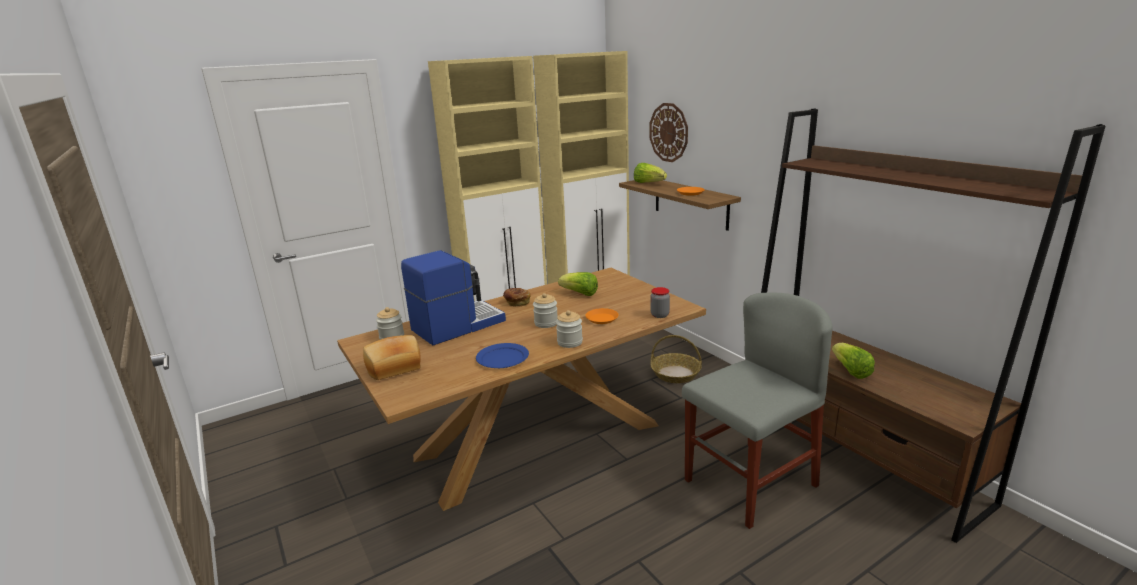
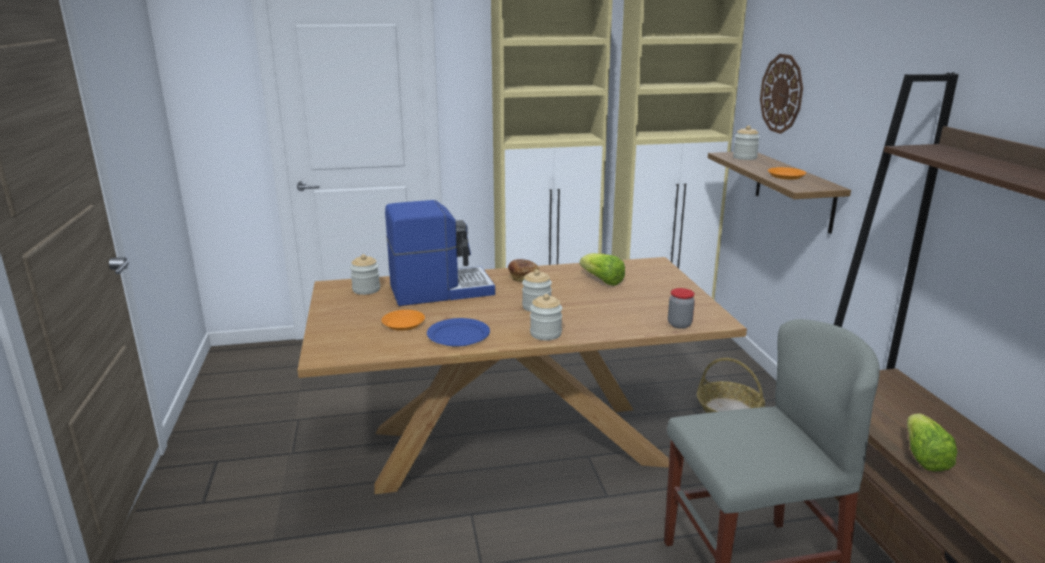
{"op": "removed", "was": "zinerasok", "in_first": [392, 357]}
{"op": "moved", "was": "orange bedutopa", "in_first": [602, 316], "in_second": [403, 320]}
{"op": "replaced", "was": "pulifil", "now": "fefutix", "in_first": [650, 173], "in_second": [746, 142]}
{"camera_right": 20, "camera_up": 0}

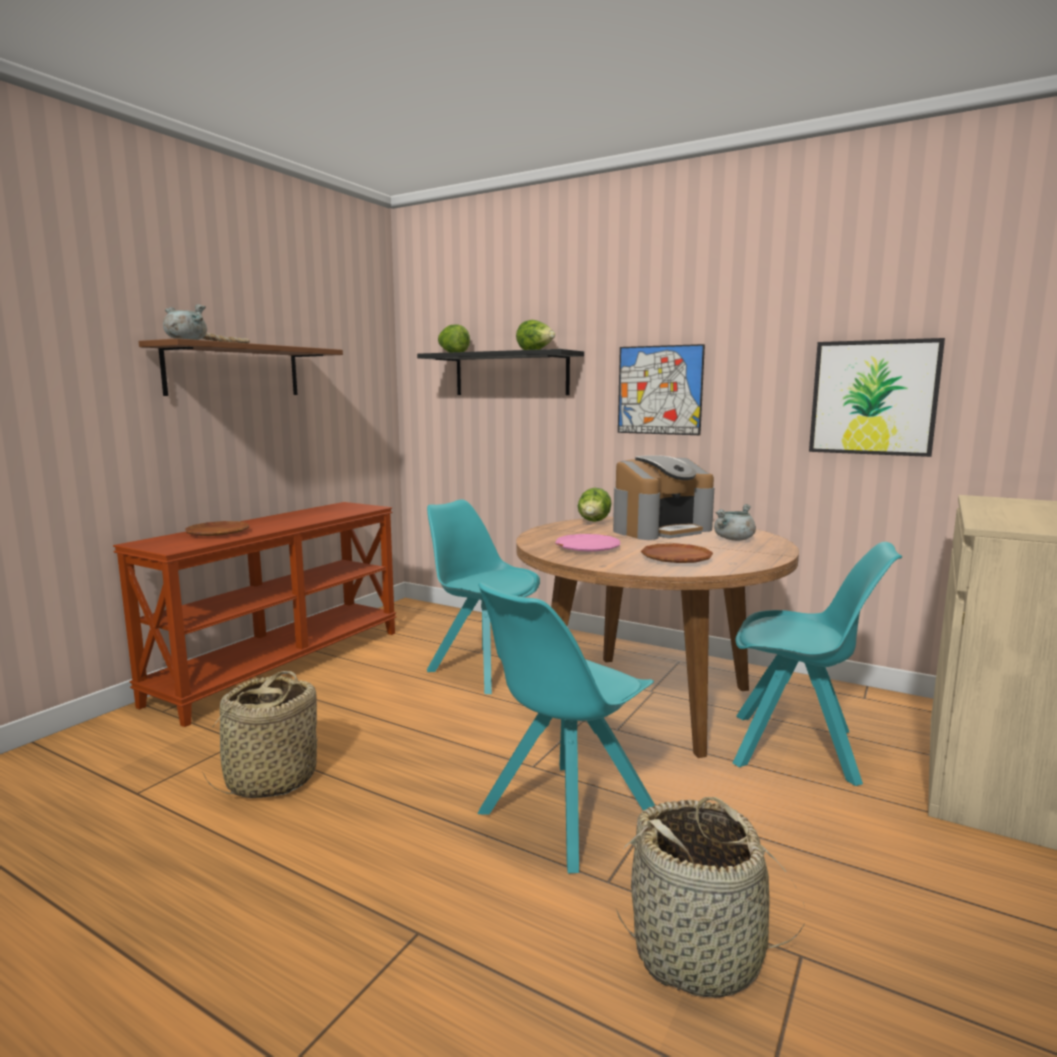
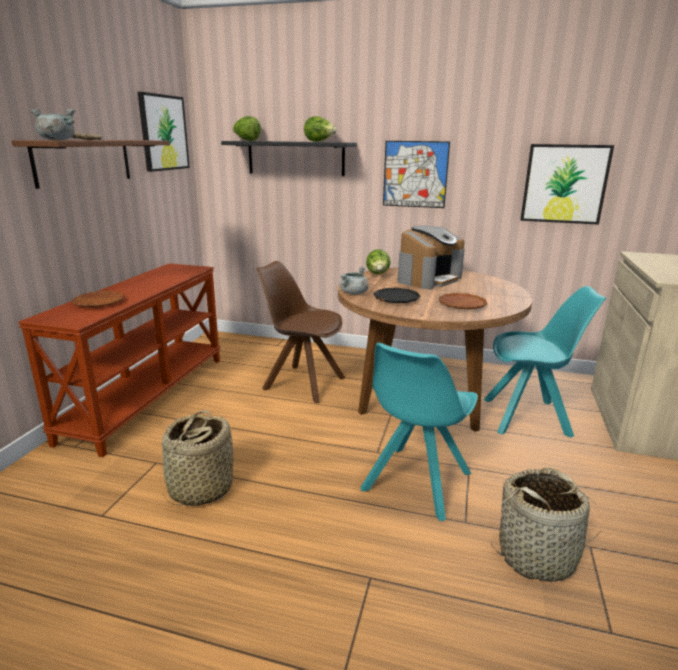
{"op": "recoloured", "was": "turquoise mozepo", "now": "brown mozepo", "in_first": [483, 596], "in_second": [301, 332]}
{"op": "recoloured", "was": "pink bedutopa", "now": "black bedutopa", "in_first": [587, 543], "in_second": [397, 295]}
{"op": "moved", "was": "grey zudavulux", "in_first": [735, 522], "in_second": [354, 281]}
{"op": "added", "now": "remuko", "in_second": [164, 132]}
{"camera_right": -15, "camera_up": 10}

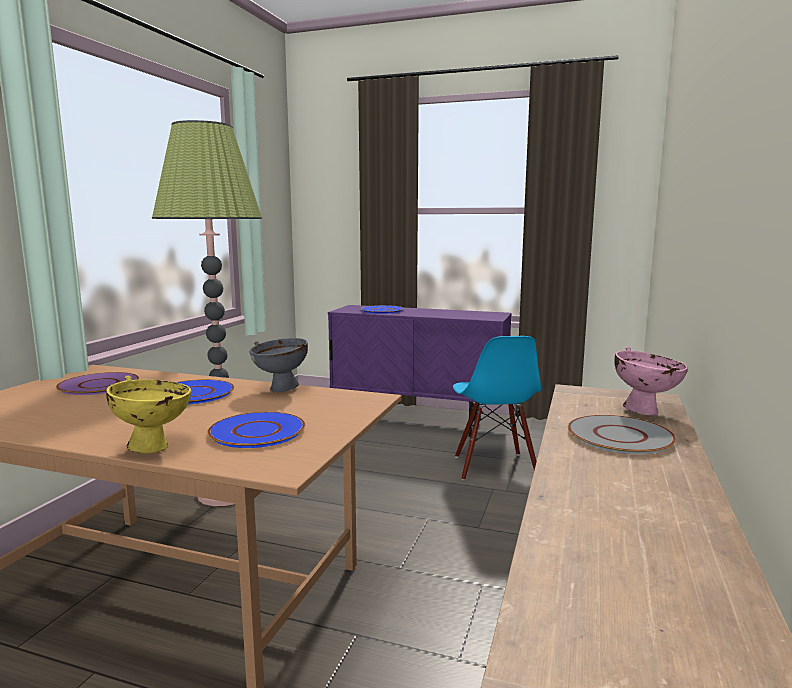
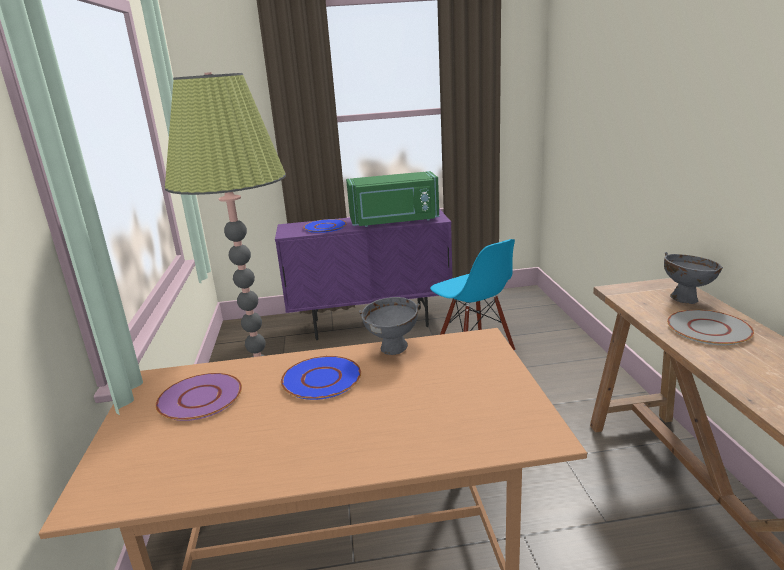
{"op": "removed", "was": "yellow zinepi", "in_first": [149, 414]}
{"op": "removed", "was": "blue bedutopa", "in_first": [256, 430]}
{"op": "recoloured", "was": "pink zinepi", "now": "grey zinepi", "in_first": [651, 380], "in_second": [693, 278]}
{"op": "added", "now": "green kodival", "in_second": [392, 199]}
{"camera_right": -25, "camera_up": 10}

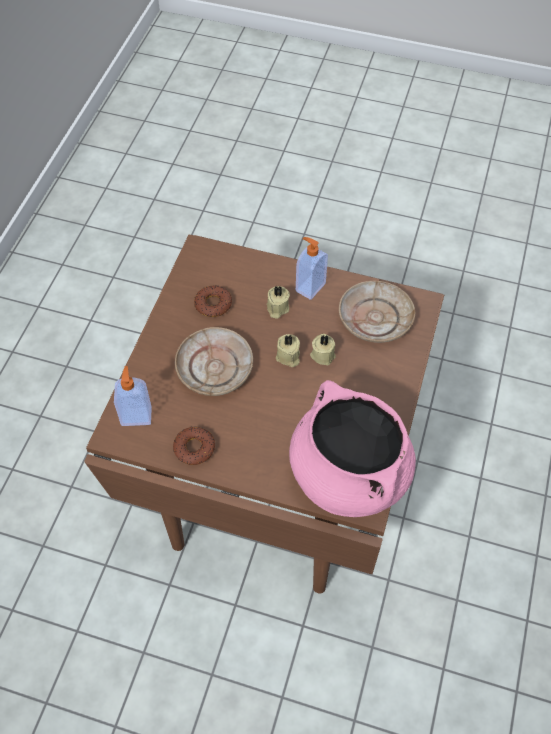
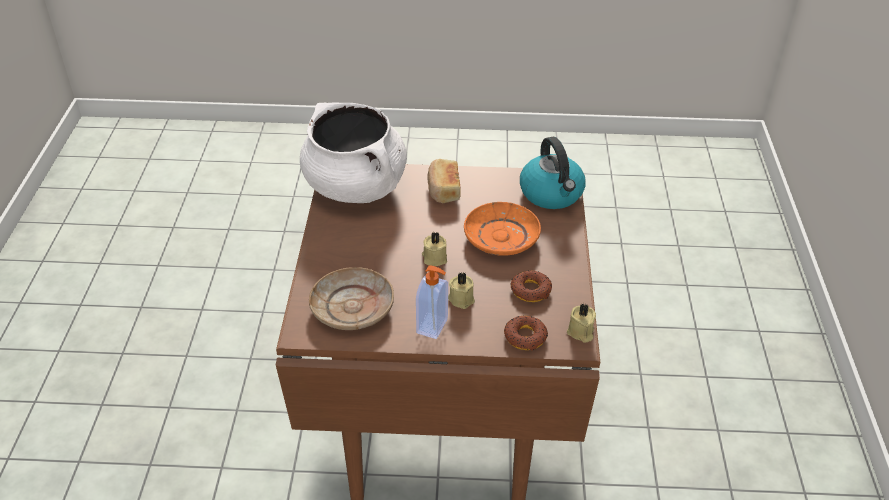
{"op": "replaced", "was": "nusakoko", "now": "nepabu", "in_first": [133, 396], "in_second": [553, 173]}
{"op": "moved", "was": "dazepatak", "in_first": [194, 446], "in_second": [526, 333]}
{"op": "recoloured", "was": "beige bedutopa", "now": "orange bedutopa", "in_first": [214, 361], "in_second": [502, 229]}
{"op": "recoloured", "was": "pink zudavulux", "now": "white zudavulux", "in_first": [352, 448], "in_second": [353, 152]}
{"op": "moved", "was": "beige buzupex", "in_first": [323, 349], "in_second": [581, 323]}
{"op": "added", "now": "zinerasok", "in_second": [444, 181]}
{"camera_right": 165, "camera_up": -15}

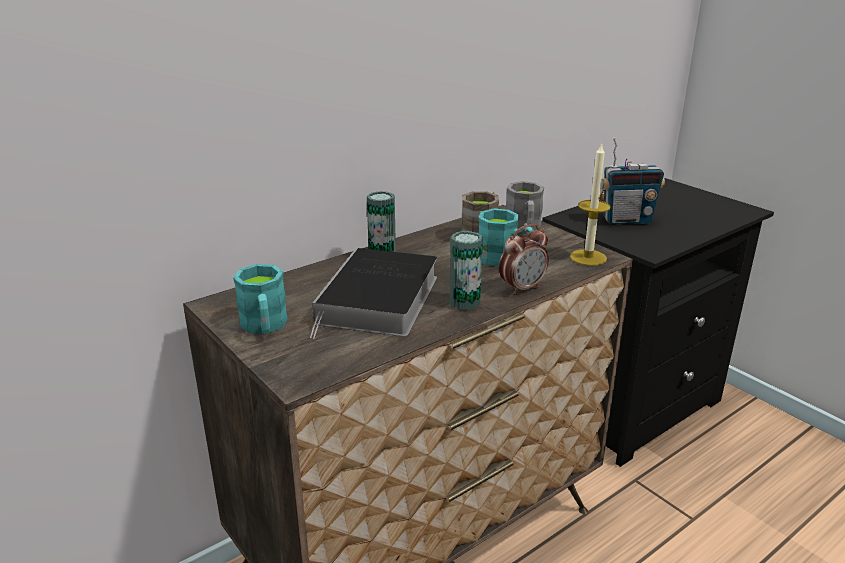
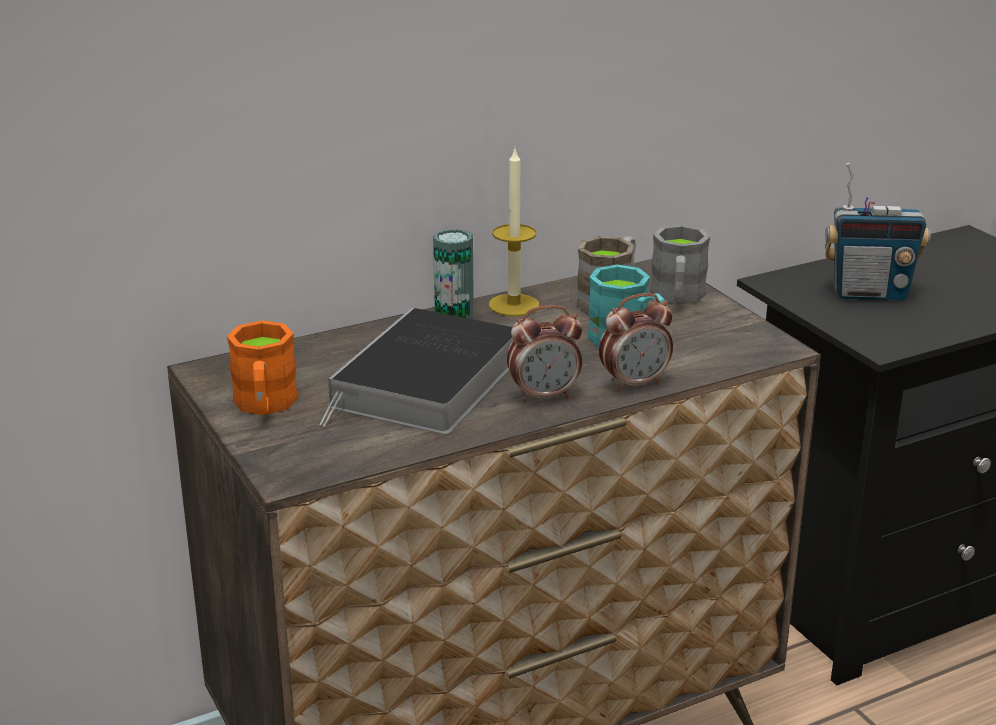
{"op": "recoloured", "was": "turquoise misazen", "now": "orange misazen", "in_first": [260, 299], "in_second": [262, 367]}
{"op": "replaced", "was": "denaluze", "now": "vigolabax", "in_first": [466, 270], "in_second": [544, 354]}
{"op": "moved", "was": "buzupex", "in_first": [590, 204], "in_second": [514, 232]}
{"camera_right": 10, "camera_up": 0}

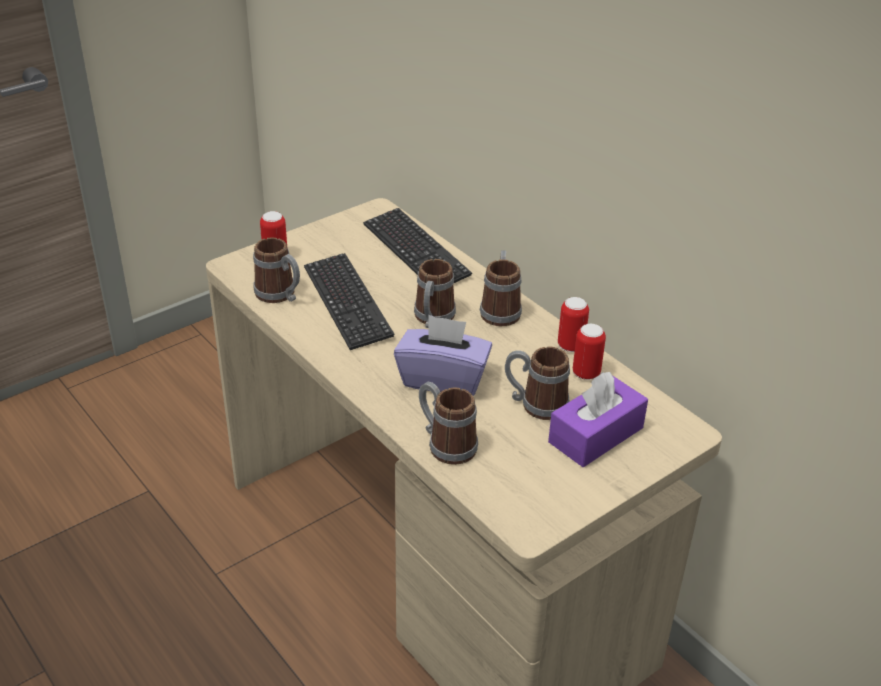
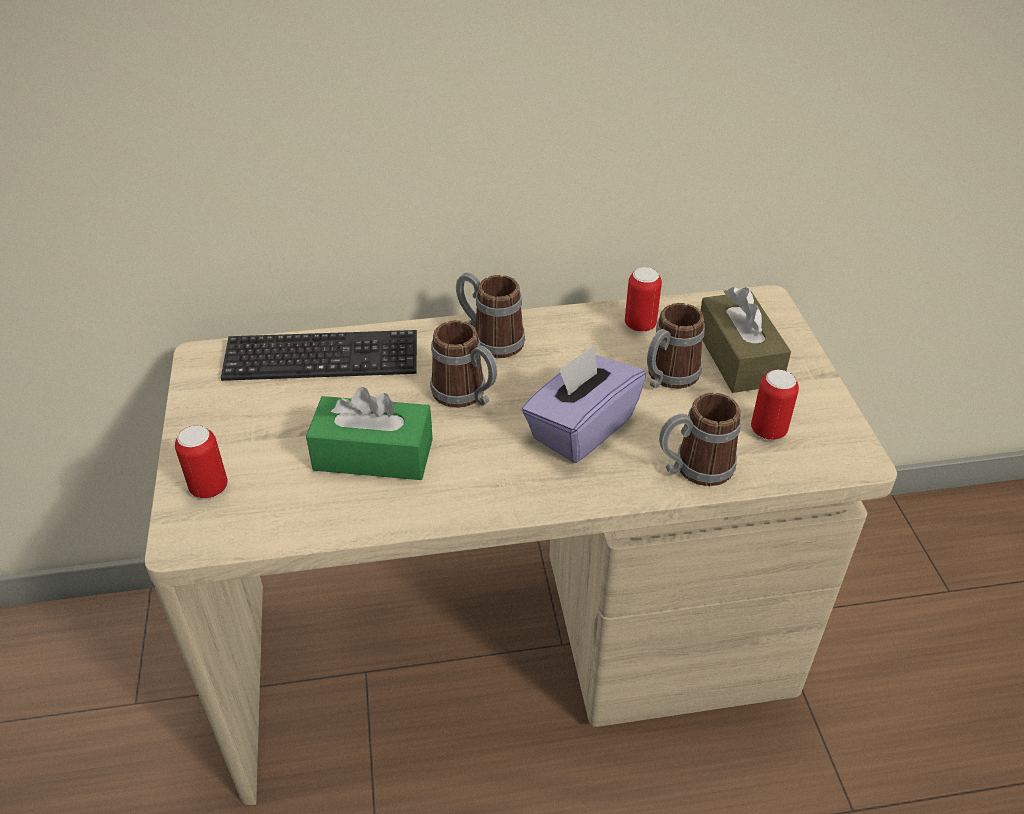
{"op": "removed", "was": "misazen", "in_first": [276, 270]}
{"op": "replaced", "was": "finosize", "now": "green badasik", "in_first": [349, 301], "in_second": [369, 433]}
{"op": "recoloured", "was": "purple badasik", "now": "brown badasik", "in_first": [598, 419], "in_second": [745, 340]}
{"op": "moved", "was": "denaluze", "in_first": [573, 324], "in_second": [775, 405]}
{"camera_right": -60, "camera_up": 5}

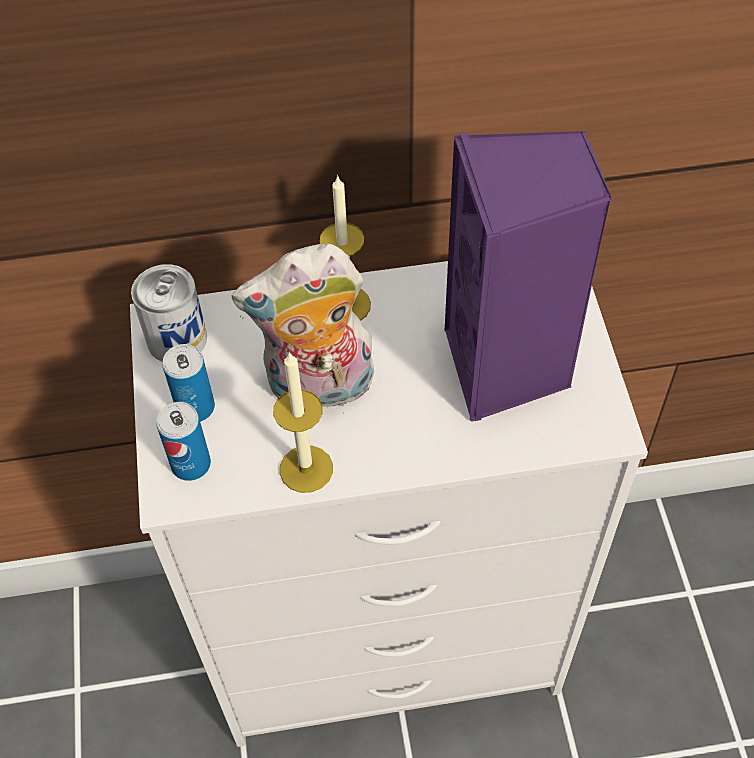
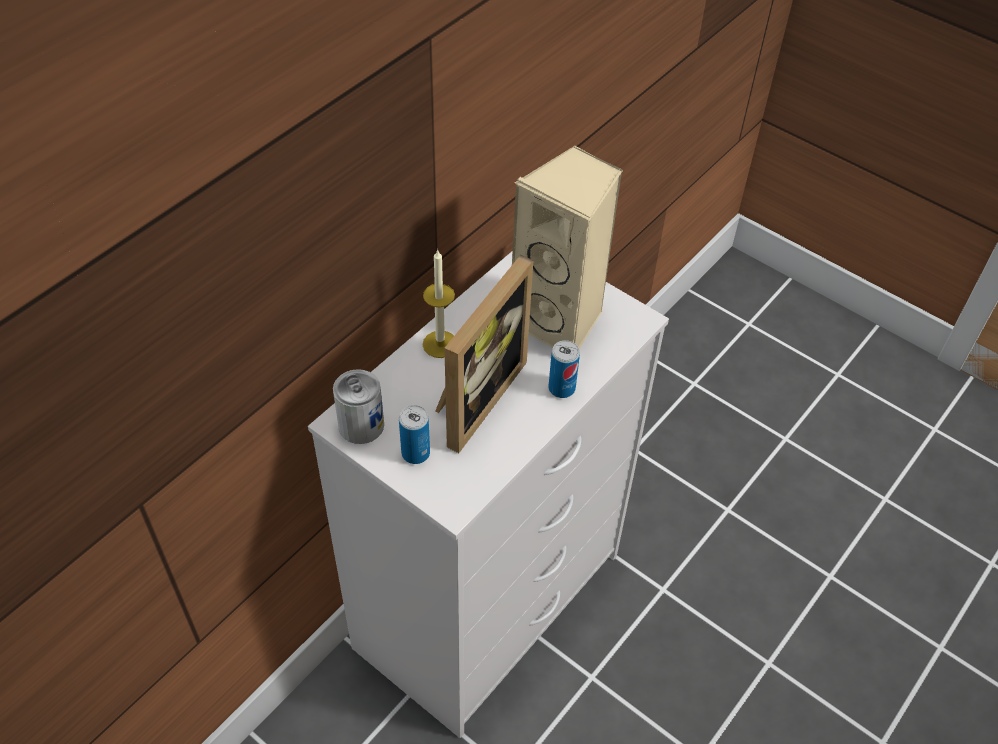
{"op": "moved", "was": "denaluze", "in_first": [183, 441], "in_second": [564, 369]}
{"op": "replaced", "was": "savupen", "now": "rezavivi", "in_first": [303, 328], "in_second": [484, 354]}
{"op": "removed", "was": "buzupex", "in_first": [303, 422]}
{"op": "recoloured", "was": "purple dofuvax", "now": "beige dofuvax", "in_first": [529, 276], "in_second": [567, 247]}
{"camera_right": -45, "camera_up": -5}

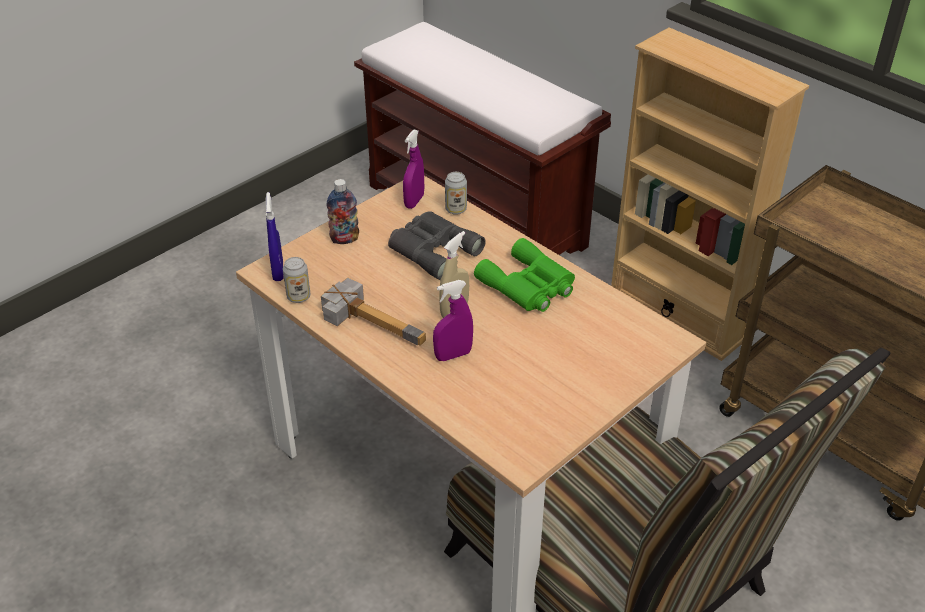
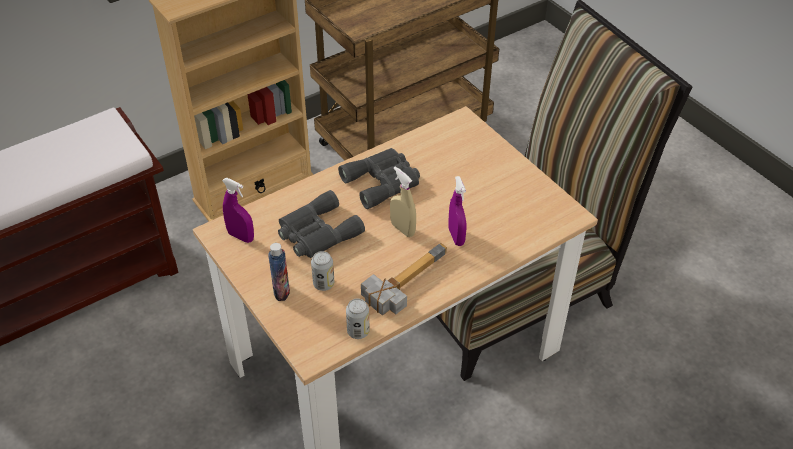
{"op": "removed", "was": "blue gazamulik", "in_first": [275, 236]}
{"op": "moved", "was": "denaluze", "in_first": [456, 193], "in_second": [322, 271]}
{"op": "recoloured", "was": "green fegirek", "now": "grey fegirek", "in_first": [524, 275], "in_second": [379, 178]}
{"camera_right": -80, "camera_up": 5}

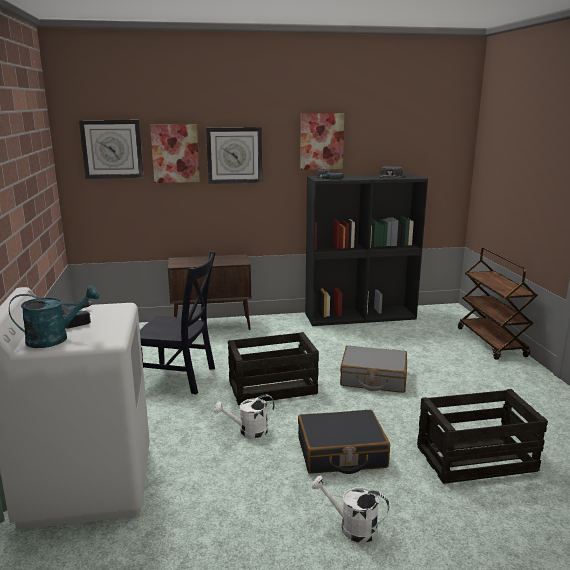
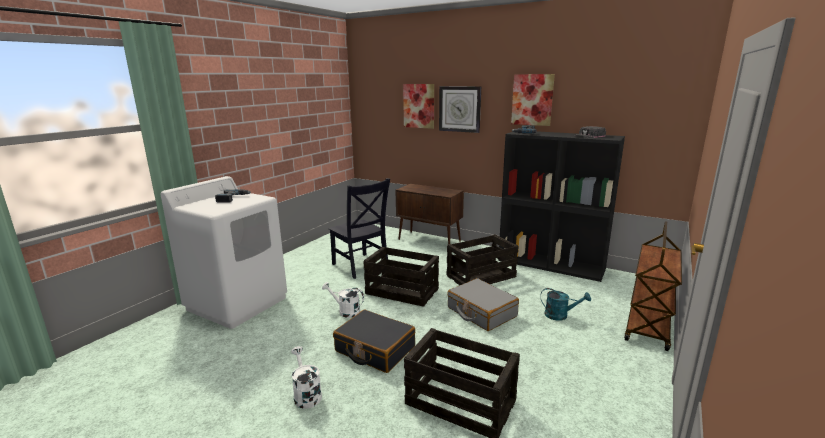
{"op": "moved", "was": "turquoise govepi", "in_first": [54, 316], "in_second": [565, 304]}
{"op": "removed", "was": "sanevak", "in_first": [111, 149]}
{"op": "added", "now": "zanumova", "in_second": [483, 259]}
{"camera_right": 40, "camera_up": 0}

